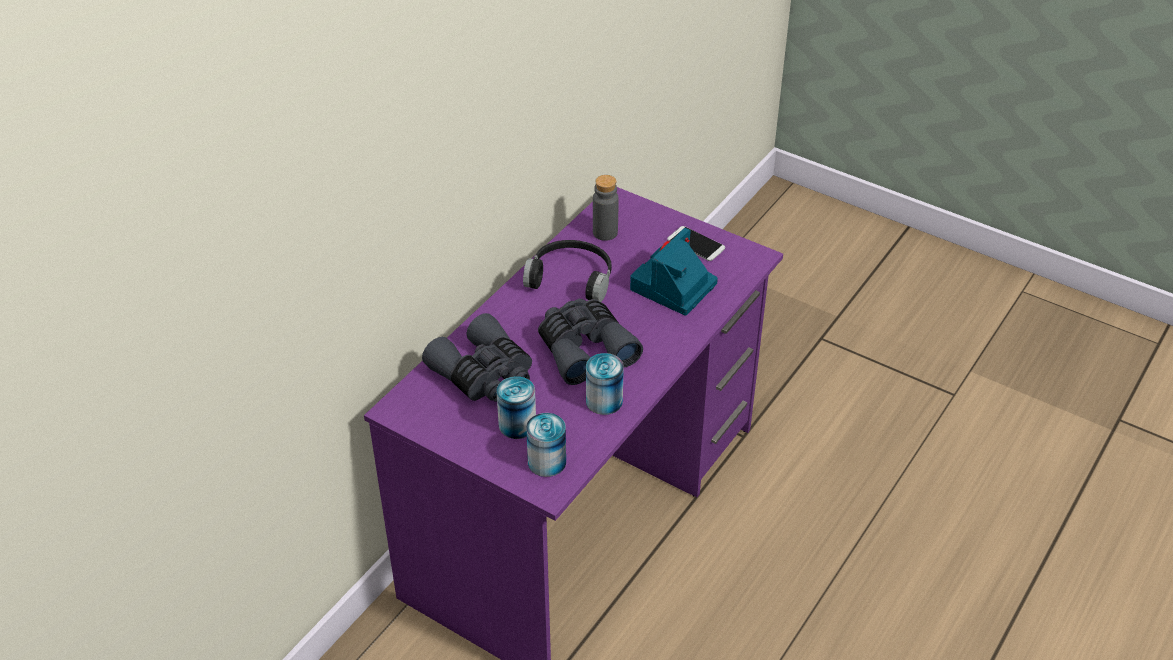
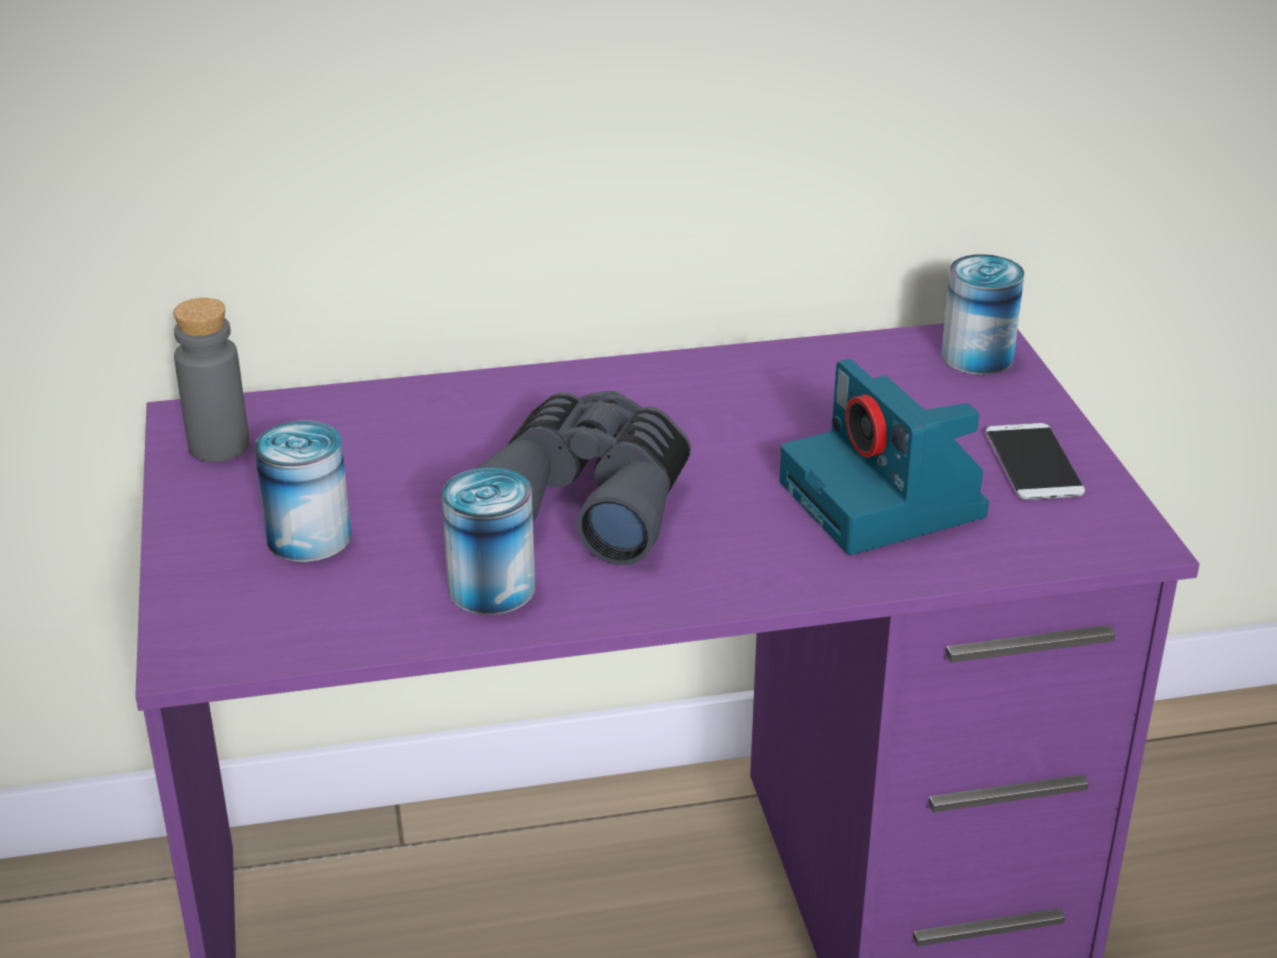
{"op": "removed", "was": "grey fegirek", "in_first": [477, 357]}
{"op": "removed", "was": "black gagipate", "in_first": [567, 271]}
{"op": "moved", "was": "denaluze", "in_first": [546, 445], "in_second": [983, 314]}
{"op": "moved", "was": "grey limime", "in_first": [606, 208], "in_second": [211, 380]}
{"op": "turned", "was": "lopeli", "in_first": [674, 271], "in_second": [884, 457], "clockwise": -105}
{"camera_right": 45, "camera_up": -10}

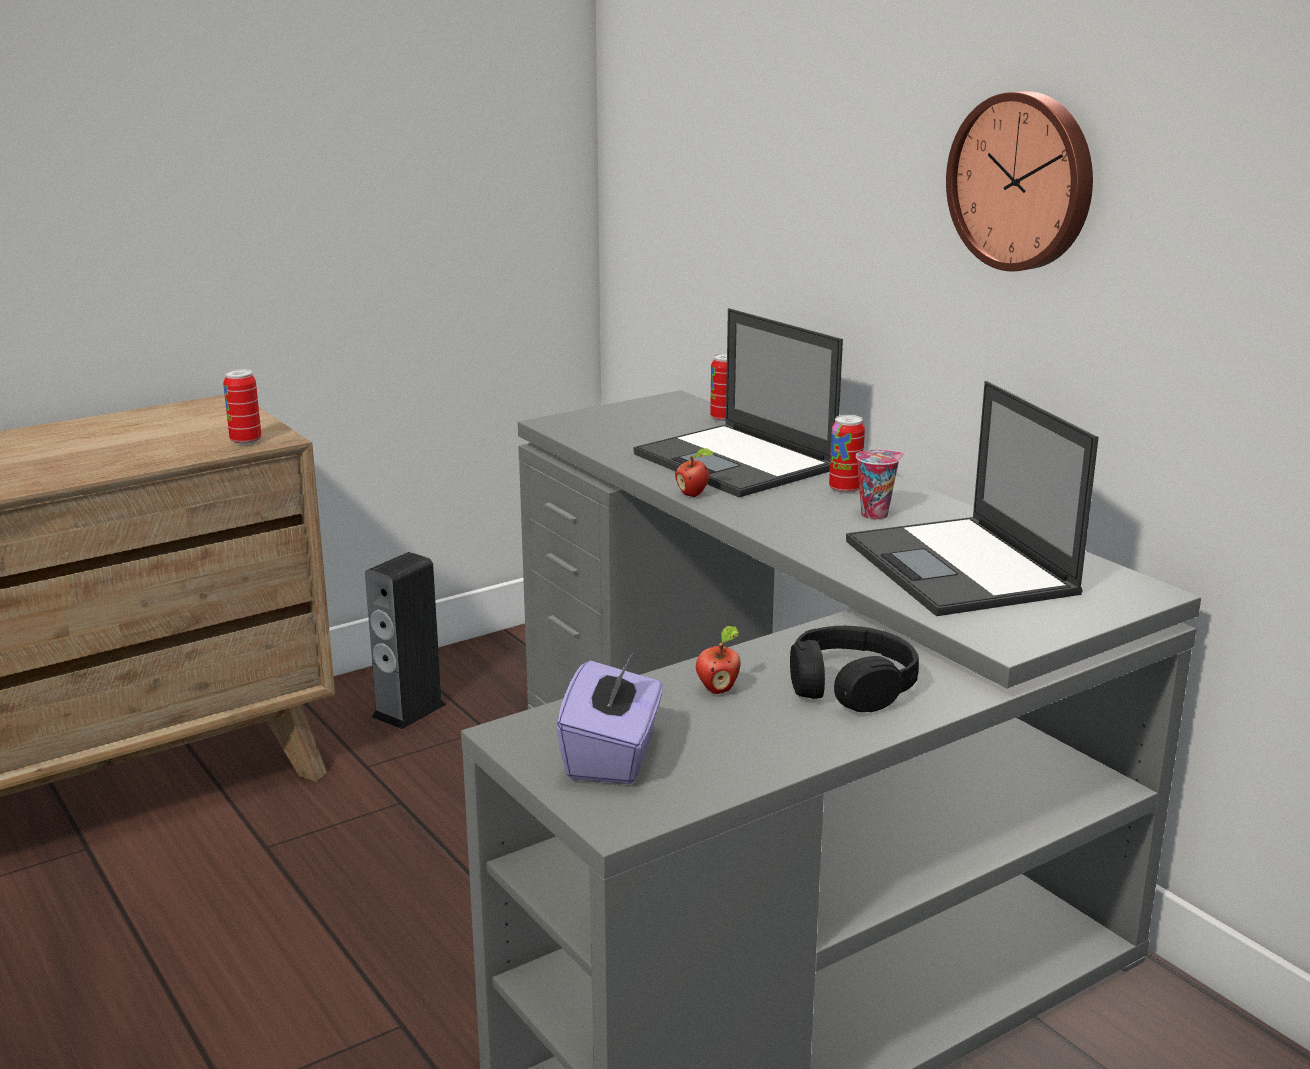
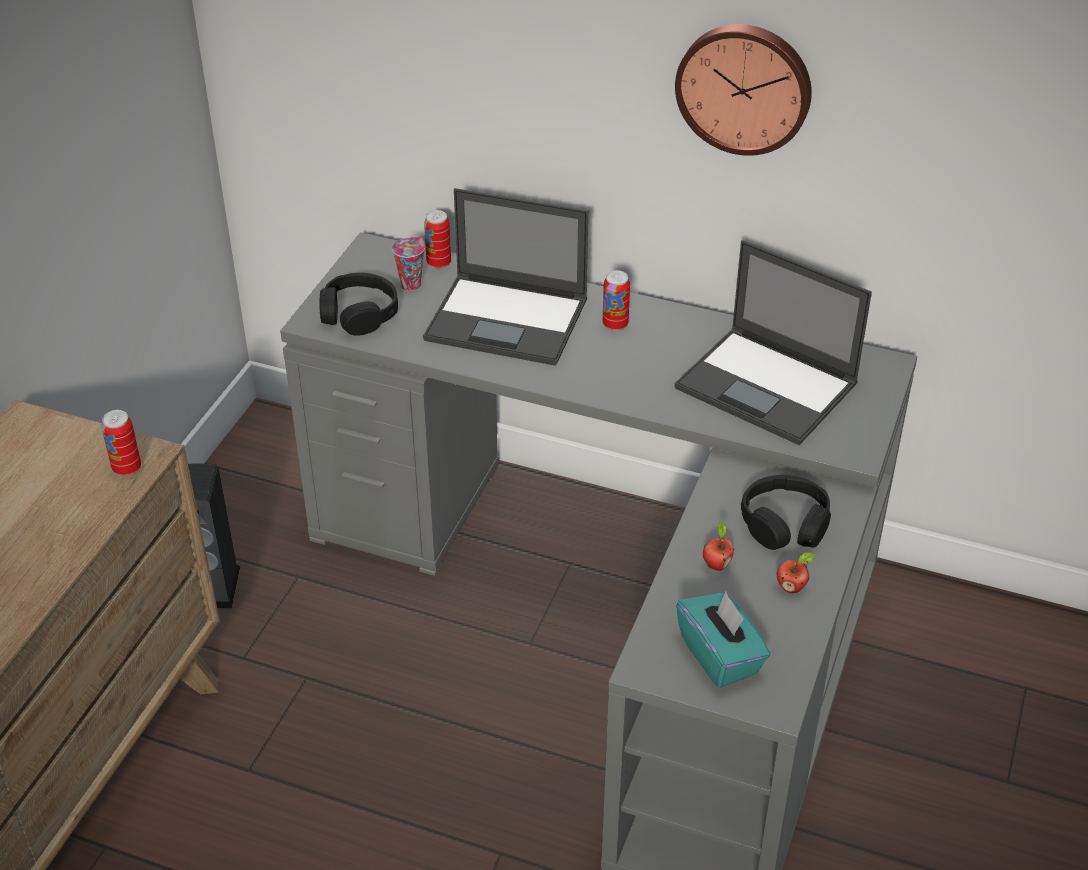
{"op": "recoloured", "was": "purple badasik", "now": "turquoise badasik", "in_first": [609, 718], "in_second": [723, 639]}
{"op": "moved", "was": "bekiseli", "in_first": [694, 472], "in_second": [796, 572]}
{"op": "moved", "was": "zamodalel", "in_first": [880, 484], "in_second": [408, 264]}
{"op": "added", "now": "black gagipate", "in_second": [358, 304]}
{"camera_right": -35, "camera_up": 20}

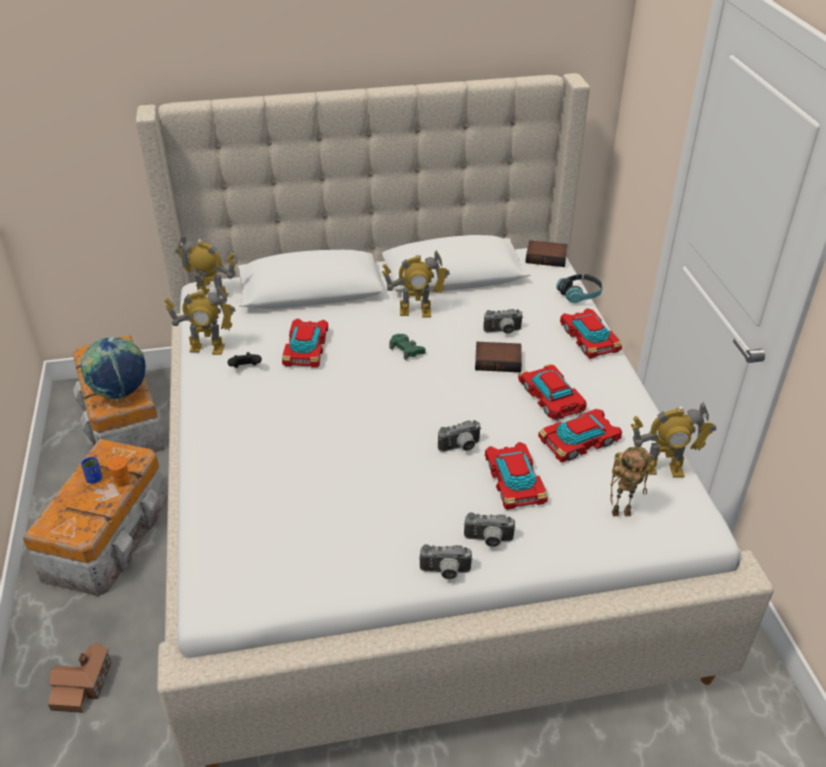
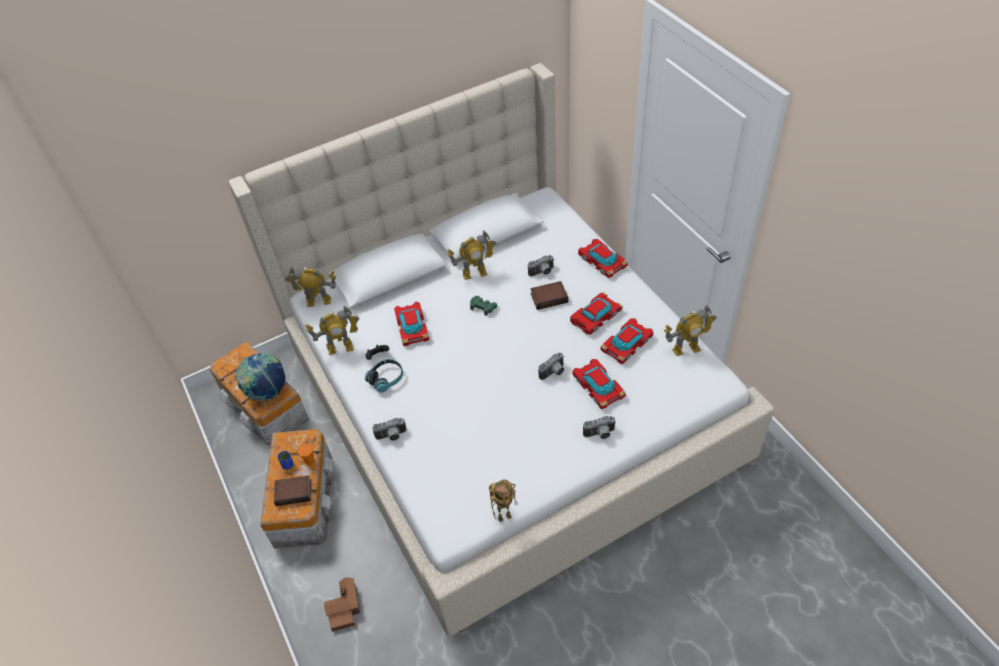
{"op": "moved", "was": "lopeli", "in_first": [446, 562], "in_second": [390, 429]}
{"op": "turned", "was": "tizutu", "in_first": [552, 392], "in_second": [596, 313], "clockwise": 90}
{"op": "moved", "was": "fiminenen", "in_first": [546, 253], "in_second": [292, 491]}
{"op": "moved", "was": "gagipate", "in_first": [579, 288], "in_second": [384, 376]}
{"op": "moved", "was": "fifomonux", "in_first": [632, 481], "in_second": [503, 500]}
{"camera_right": -15, "camera_up": 10}

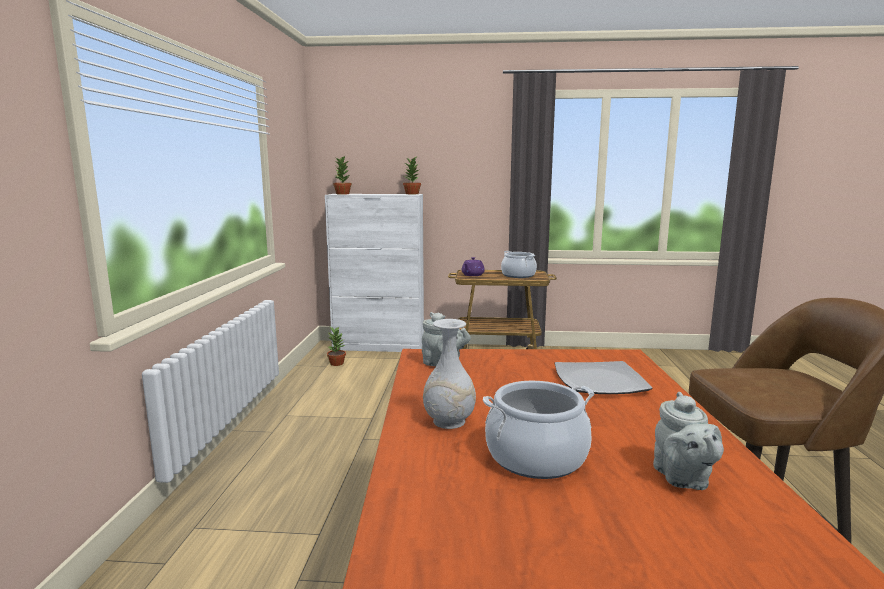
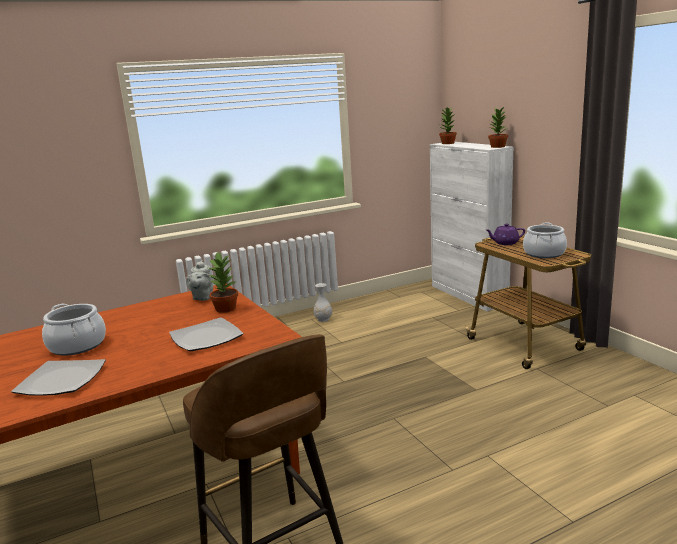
{"op": "moved", "was": "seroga", "in_first": [336, 346], "in_second": [223, 282]}
{"op": "moved", "was": "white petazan", "in_first": [449, 374], "in_second": [323, 302]}
{"op": "replaced", "was": "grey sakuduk", "now": "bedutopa", "in_first": [688, 441], "in_second": [58, 377]}
{"camera_right": 60, "camera_up": 5}

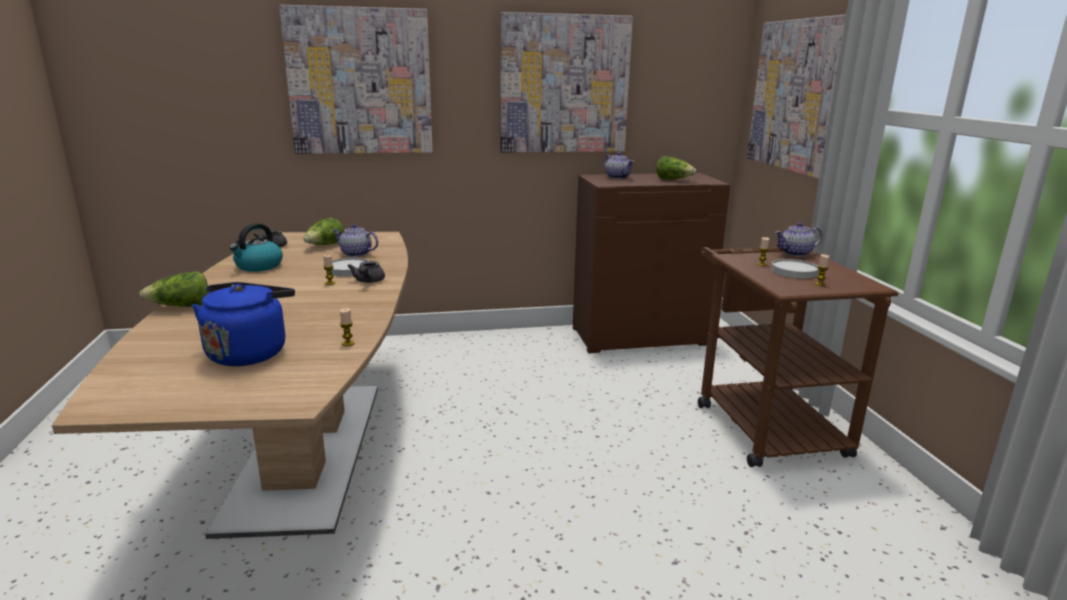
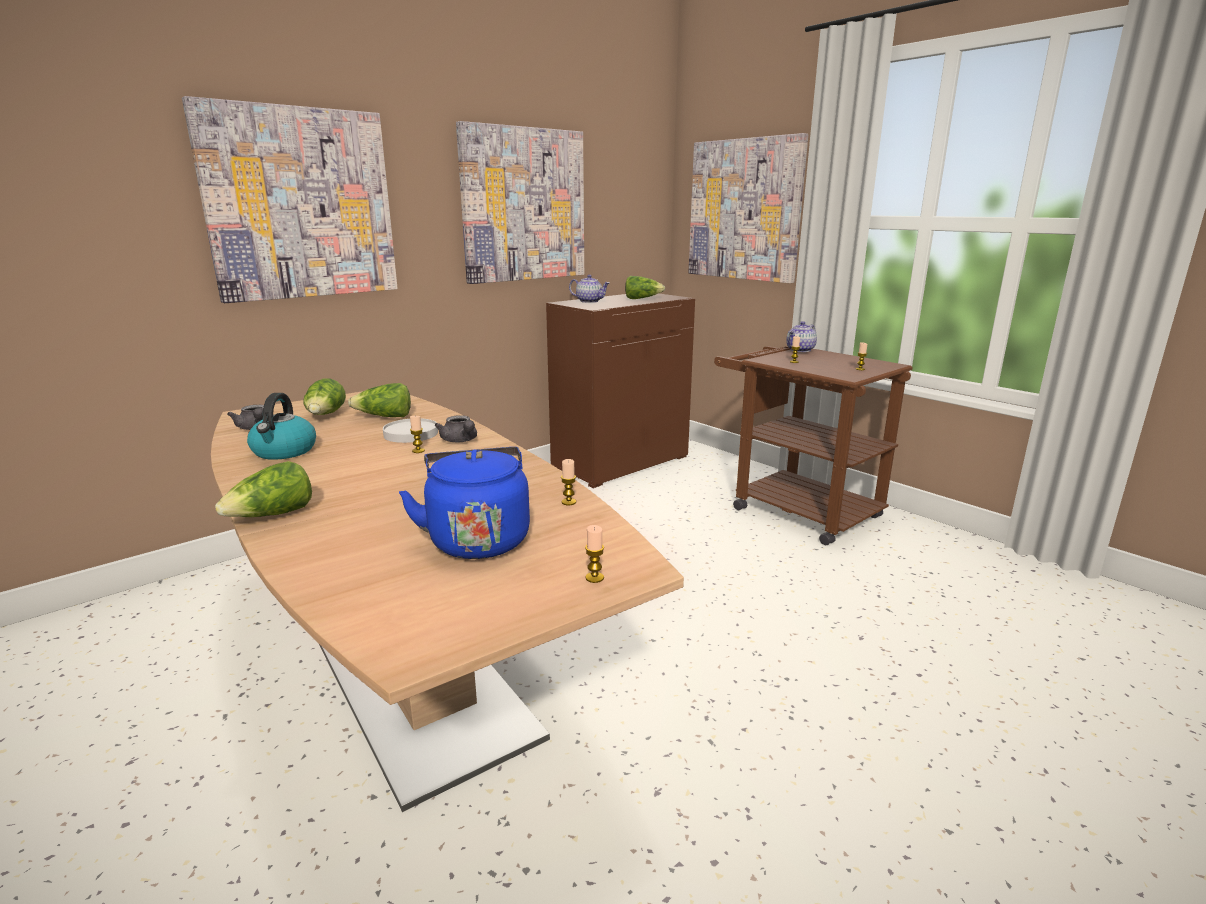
{"op": "replaced", "was": "sakuduk", "now": "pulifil", "in_first": [355, 240], "in_second": [379, 400]}
{"op": "removed", "was": "white bedutopa", "in_first": [795, 269]}
{"op": "added", "now": "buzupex", "in_second": [594, 554]}
{"camera_right": -30, "camera_up": 0}

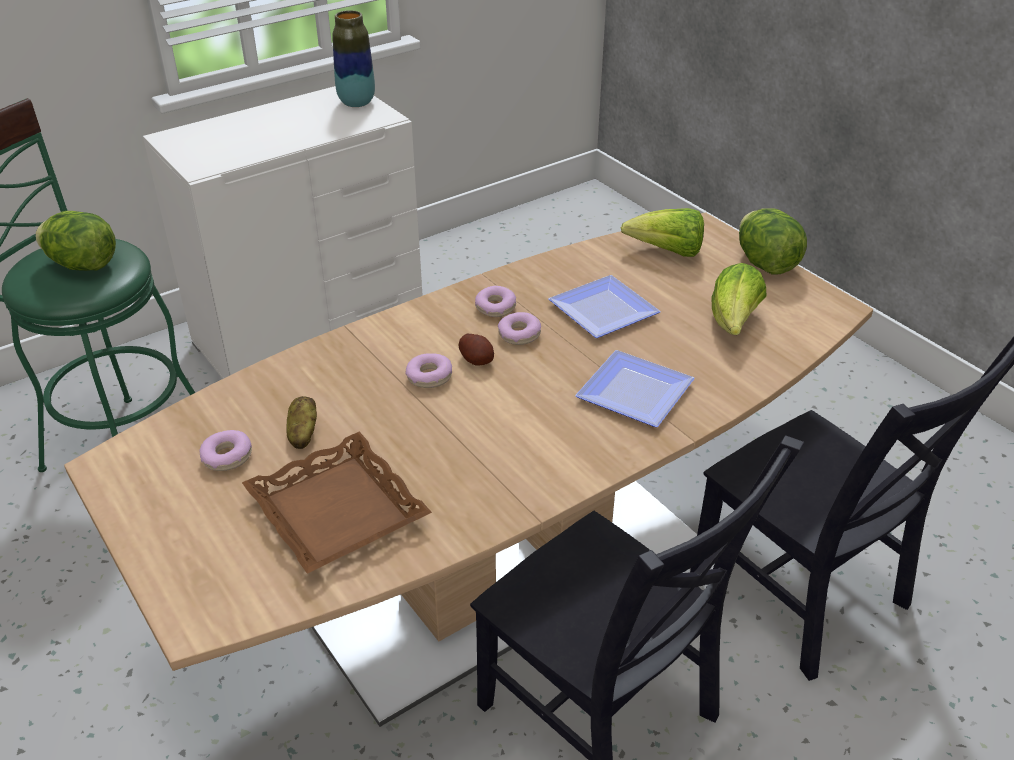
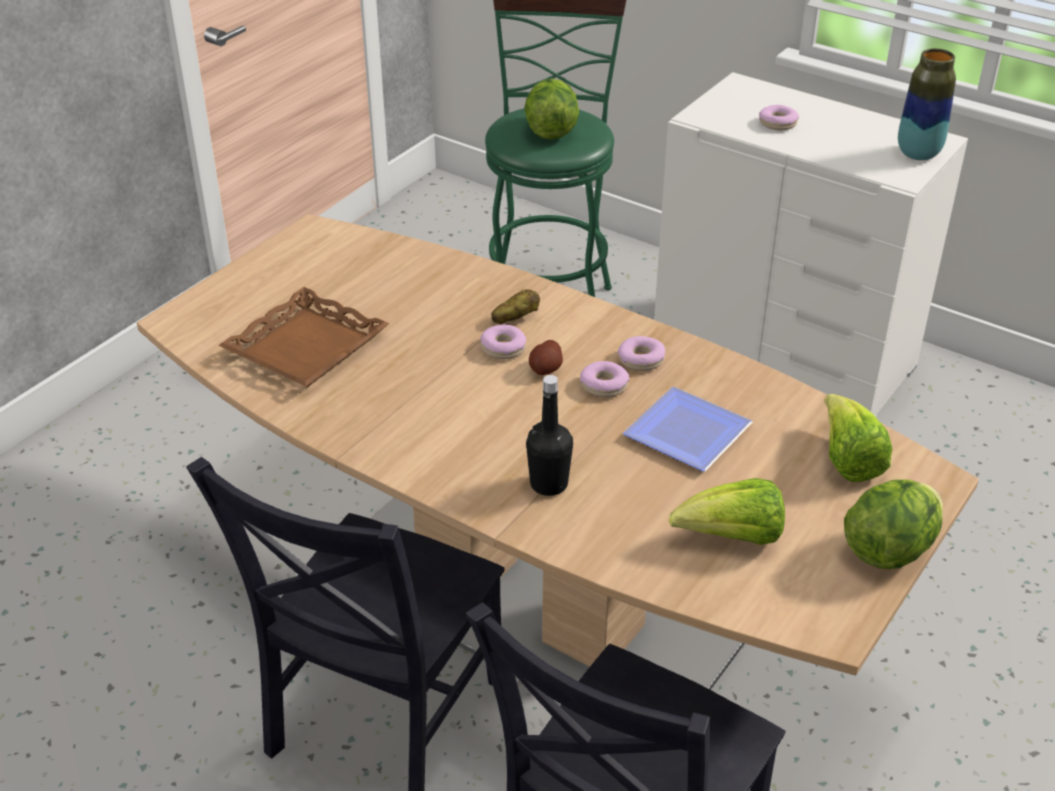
{"op": "moved", "was": "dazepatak", "in_first": [226, 450], "in_second": [779, 117]}
{"op": "moved", "was": "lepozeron", "in_first": [301, 422], "in_second": [515, 306]}
{"op": "replaced", "was": "bedutopa", "now": "black limime", "in_first": [635, 388], "in_second": [549, 435]}
{"camera_right": 70, "camera_up": 0}

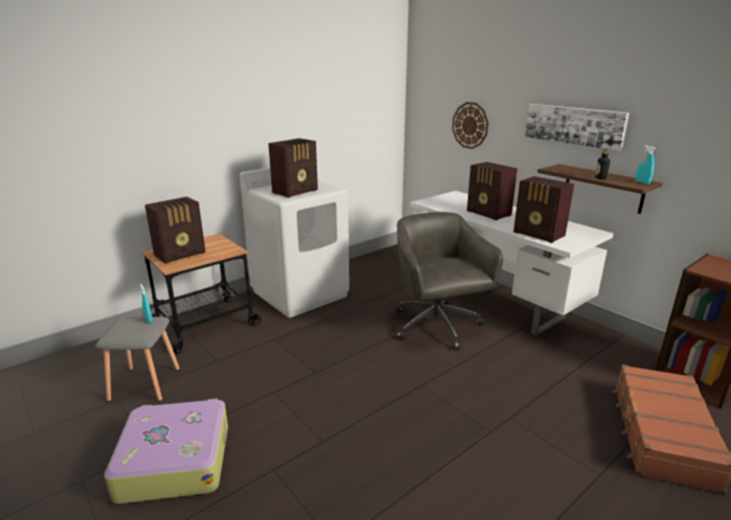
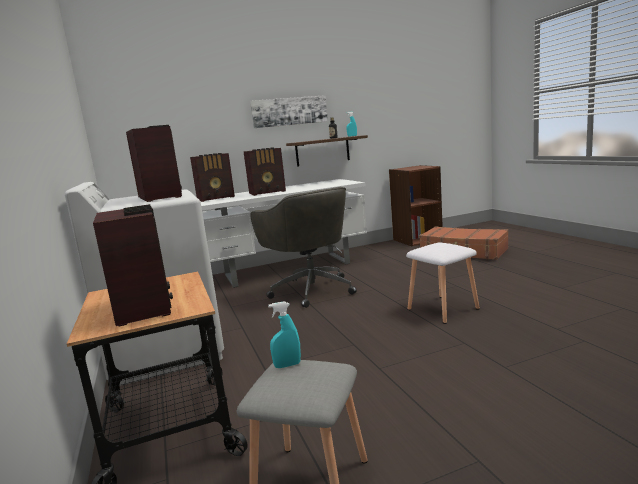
{"op": "removed", "was": "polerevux", "in_first": [166, 451]}
{"op": "turned", "was": "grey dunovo", "in_first": [449, 281], "in_second": [303, 247], "clockwise": -120}
{"op": "removed", "was": "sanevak", "in_first": [470, 125]}
{"op": "moved", "was": "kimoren", "in_first": [544, 209], "in_second": [212, 177]}
{"op": "added", "now": "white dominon", "in_second": [443, 283]}
{"camera_right": -70, "camera_up": -10}

